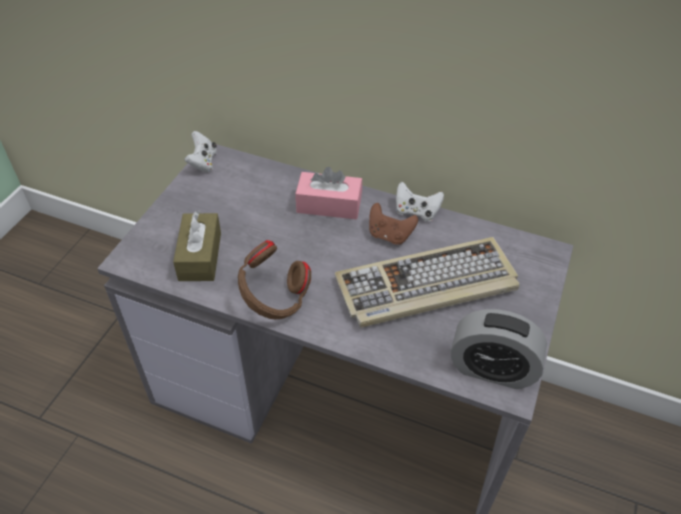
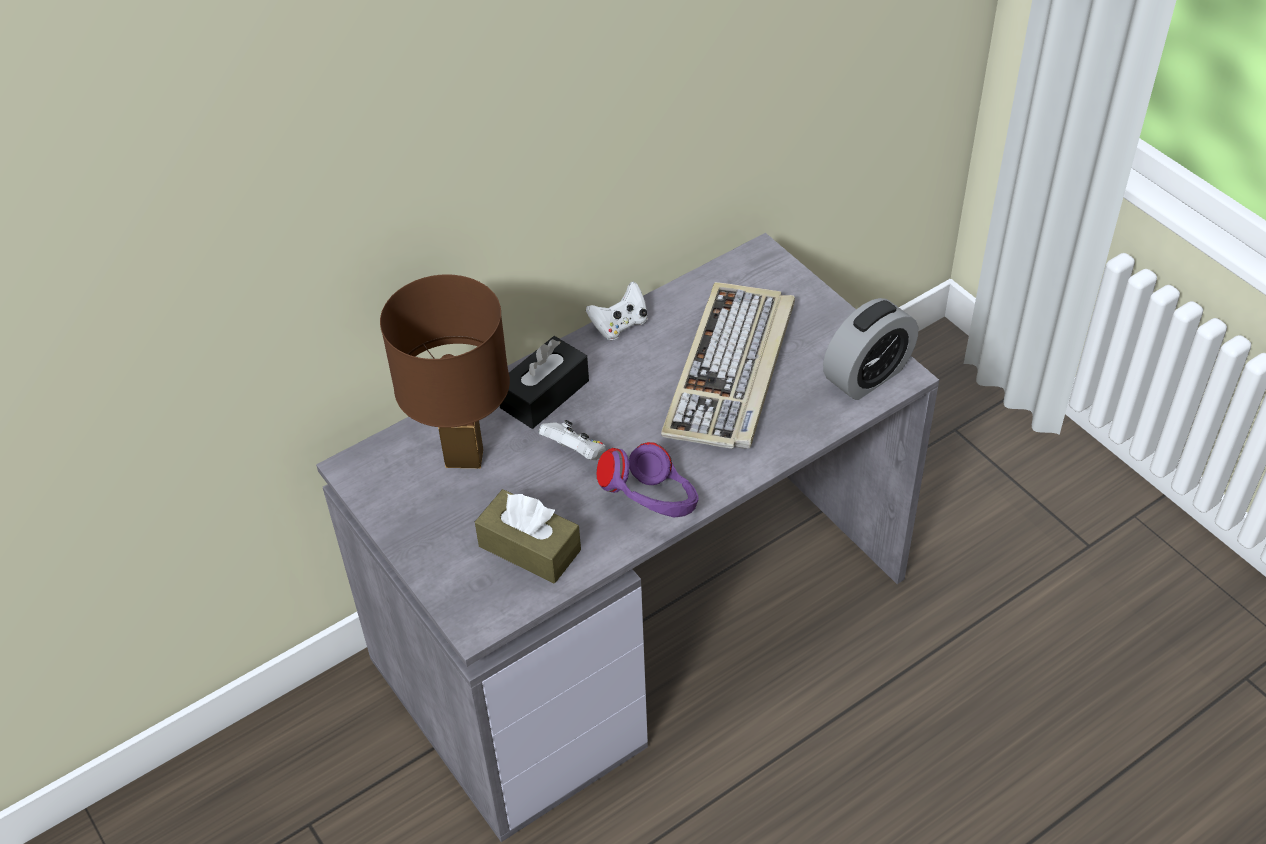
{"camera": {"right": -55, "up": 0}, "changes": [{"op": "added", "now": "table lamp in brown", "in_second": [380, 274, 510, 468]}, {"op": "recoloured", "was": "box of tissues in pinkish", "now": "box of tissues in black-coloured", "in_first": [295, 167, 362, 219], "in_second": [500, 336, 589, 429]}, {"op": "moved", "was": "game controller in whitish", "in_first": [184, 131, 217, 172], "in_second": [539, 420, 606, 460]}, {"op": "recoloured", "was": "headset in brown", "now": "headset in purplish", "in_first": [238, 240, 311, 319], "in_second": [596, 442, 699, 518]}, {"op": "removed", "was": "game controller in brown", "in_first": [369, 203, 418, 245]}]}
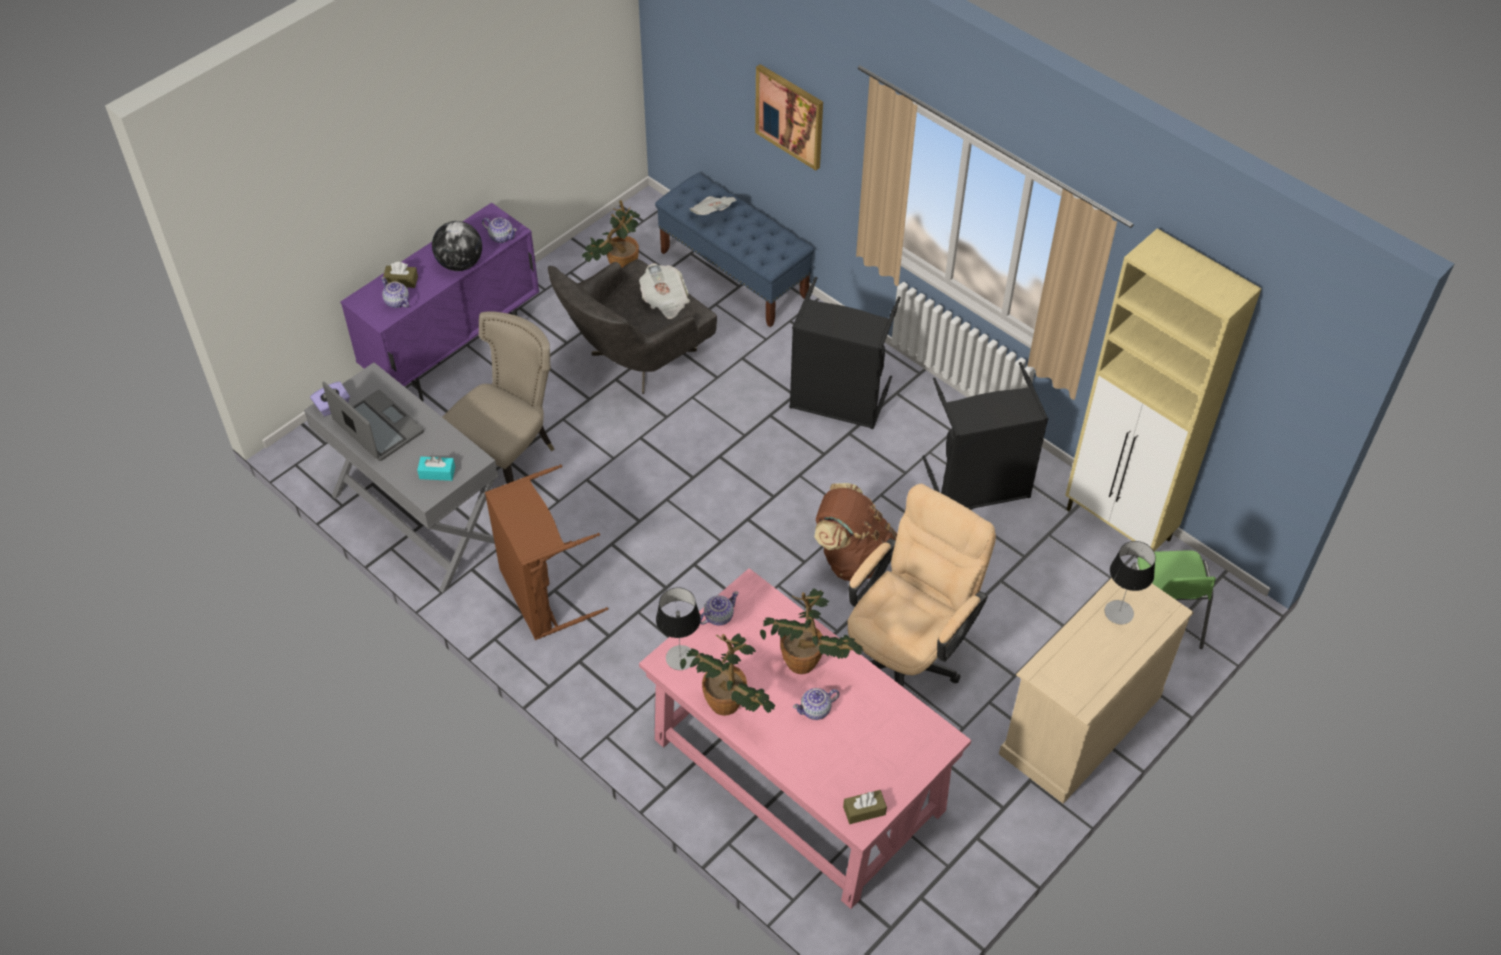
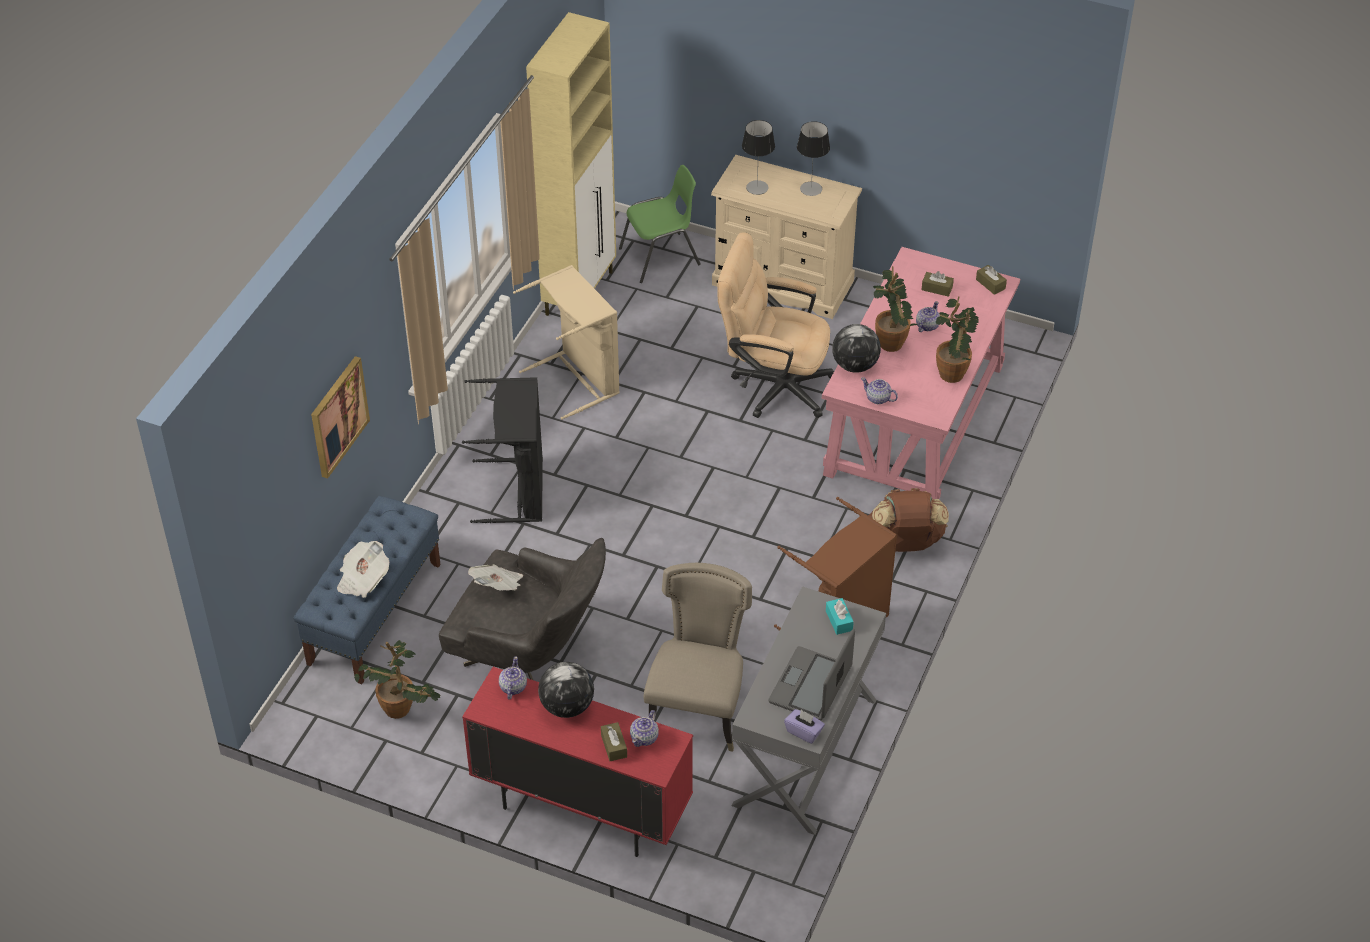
{"camera": {"right": -110, "up": -5}, "changes": [{"op": "recoloured", "was": "storage cabinet in purplish", "now": "storage cabinet in red", "in_first": [340, 202, 539, 401], "in_second": [462, 667, 693, 857]}, {"op": "recoloured", "was": "washing basket in black-coloured", "now": "washing basket in beige", "in_first": [922, 362, 1048, 509], "in_second": [513, 265, 620, 420]}, {"op": "turned", "was": "plain chair in beige", "in_first": [442, 311, 555, 484], "in_second": [643, 563, 752, 752], "clockwise": 90}, {"op": "moved", "was": "table lamp", "in_first": [656, 588, 701, 670], "in_second": [797, 121, 830, 196]}, {"op": "added", "now": "world globe", "in_second": [832, 324, 881, 373]}, {"op": "moved", "was": "knapsack in brown", "in_first": [814, 483, 897, 581], "in_second": [868, 488, 949, 552]}, {"op": "turned", "was": "tea pot", "in_first": [793, 688, 839, 720], "in_second": [916, 301, 940, 332], "clockwise": -105}, {"op": "added", "now": "box of tissues in brown", "in_second": [921, 271, 954, 297]}]}
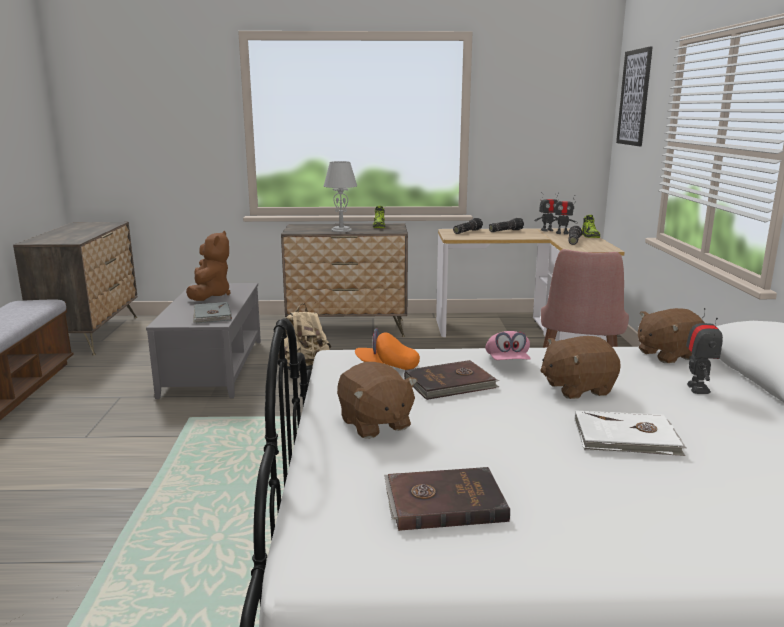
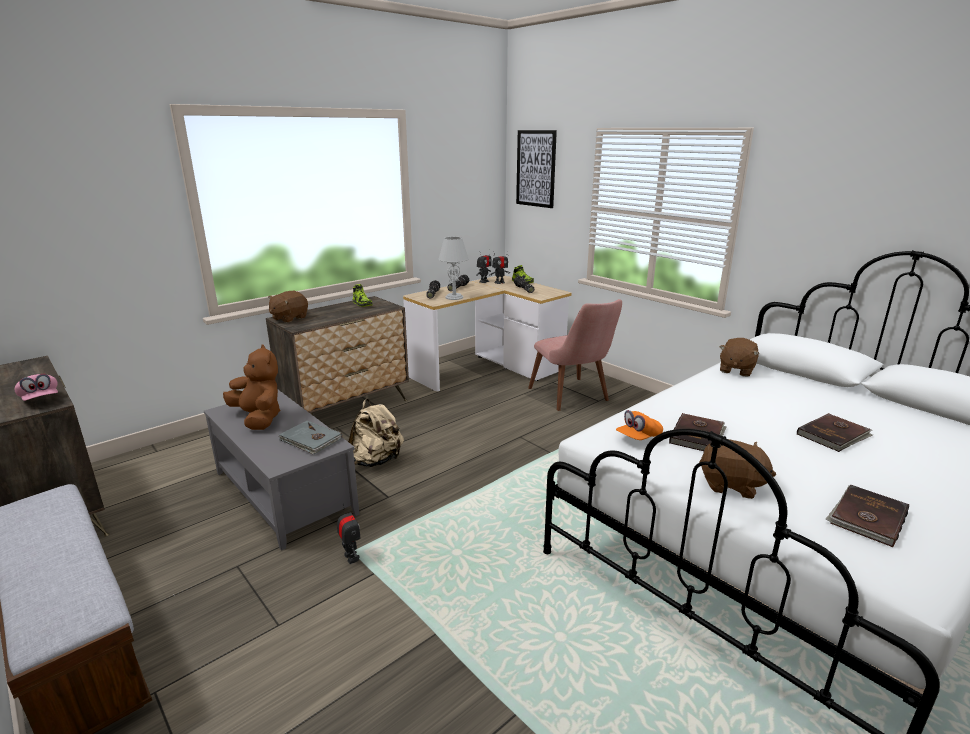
{"camera": {"right": -40, "up": 5}, "changes": [{"op": "moved", "was": "peaked cap in pinkish", "in_first": [485, 331, 531, 360], "in_second": [15, 374, 58, 401]}, {"op": "moved", "was": "cuddly toy in brown", "in_first": [540, 336, 621, 399], "in_second": [268, 291, 308, 323]}, {"op": "moved", "was": "model robot", "in_first": [686, 308, 723, 394], "in_second": [337, 504, 361, 564]}, {"op": "moved", "was": "table lamp in gray", "in_first": [324, 161, 357, 232], "in_second": [439, 237, 469, 300]}, {"op": "recoloured", "was": "bound book in whitish", "now": "bound book in brown", "in_first": [575, 411, 686, 456], "in_second": [797, 413, 873, 452]}]}
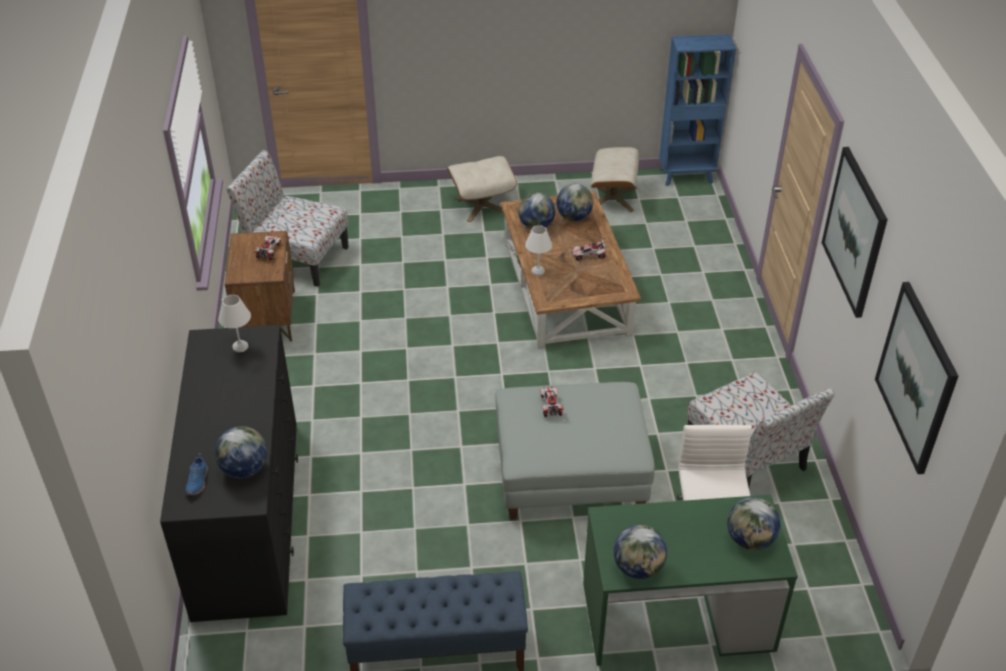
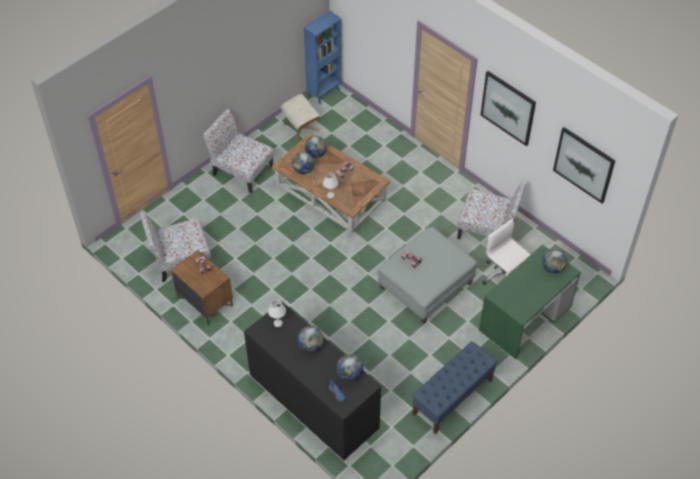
{"camera": {"right": -40, "up": 10}, "changes": [{"op": "replaced", "was": "footrest in beige", "now": "plain chair", "in_first": [447, 156, 517, 222], "in_second": [203, 108, 274, 193]}, {"op": "moved", "was": "world globe", "in_first": [613, 525, 667, 579], "in_second": [297, 326, 324, 353]}]}
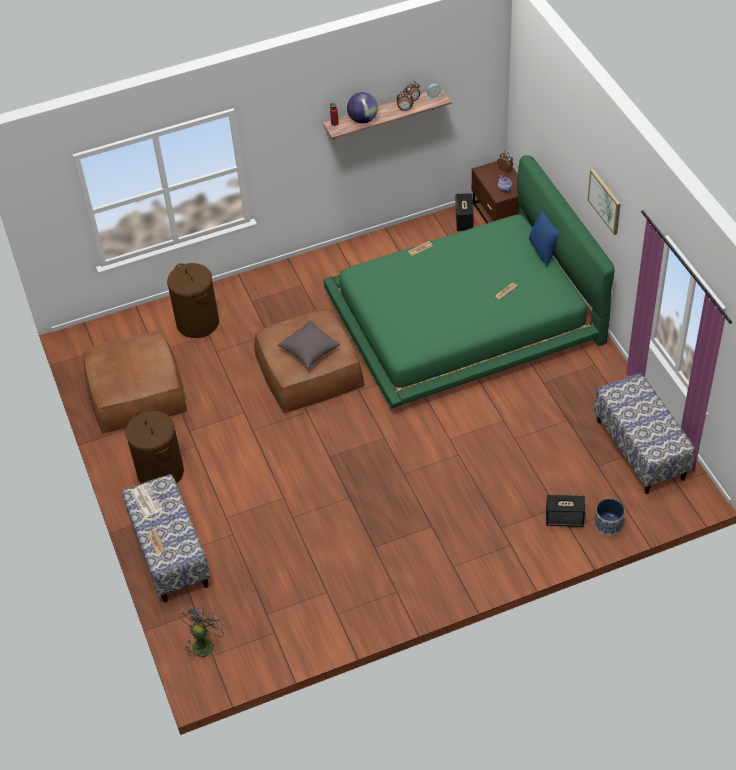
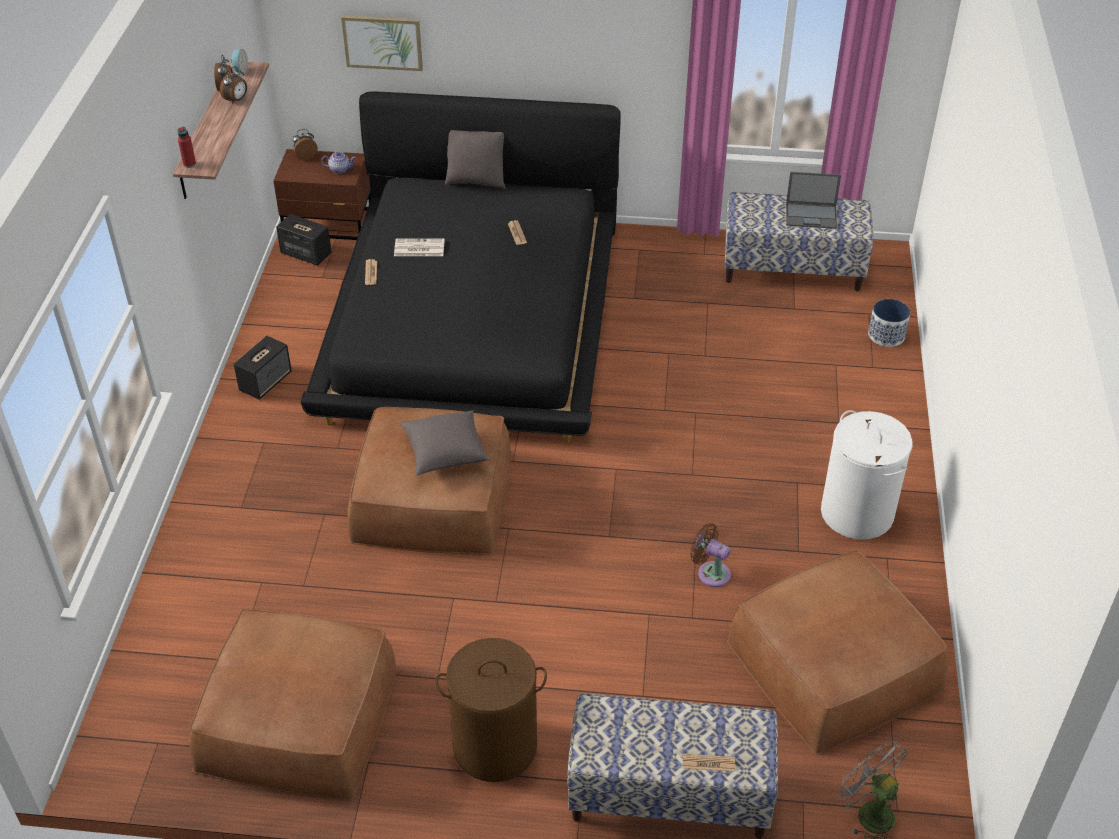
{"camera": {"right": -65, "up": -5}, "changes": [{"op": "moved", "was": "loudspeaker", "in_first": [546, 495, 585, 527], "in_second": [234, 336, 292, 400]}, {"op": "recoloured", "was": "sleeping bed in greenish", "now": "sleeping bed in black-coloured", "in_first": [323, 155, 614, 409], "in_second": [301, 91, 621, 443]}, {"op": "moved", "was": "picture", "in_first": [588, 169, 621, 235], "in_second": [341, 15, 423, 71]}, {"op": "moved", "was": "printed paper", "in_first": [131, 483, 163, 518], "in_second": [394, 239, 445, 256]}, {"op": "recoloured", "was": "throw pillow in blue-coloured", "now": "throw pillow in gray", "in_first": [529, 211, 559, 266], "in_second": [445, 130, 506, 189]}, {"op": "added", "now": "cooling fan in brown", "in_second": [690, 523, 731, 587]}, {"op": "added", "now": "footrest in brown", "in_second": [727, 550, 948, 755]}, {"op": "added", "now": "portable computer", "in_second": [786, 172, 841, 229]}, {"op": "added", "now": "washing basket in whitish", "in_second": [821, 410, 913, 540]}, {"op": "removed", "was": "washing basket in brown", "in_first": [167, 263, 219, 338]}, {"op": "removed", "was": "world globe", "in_first": [347, 92, 378, 124]}]}
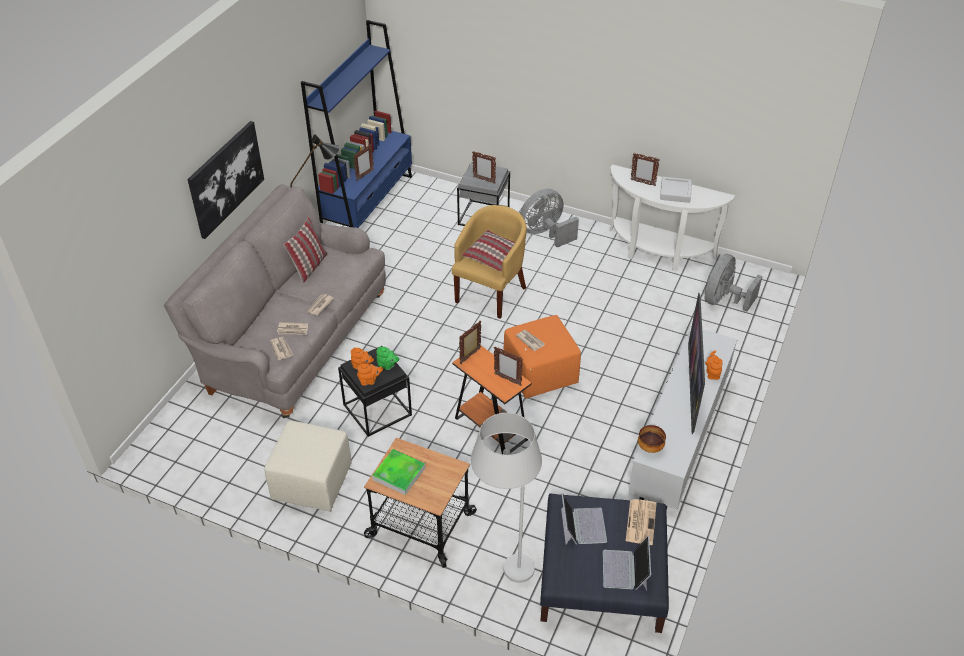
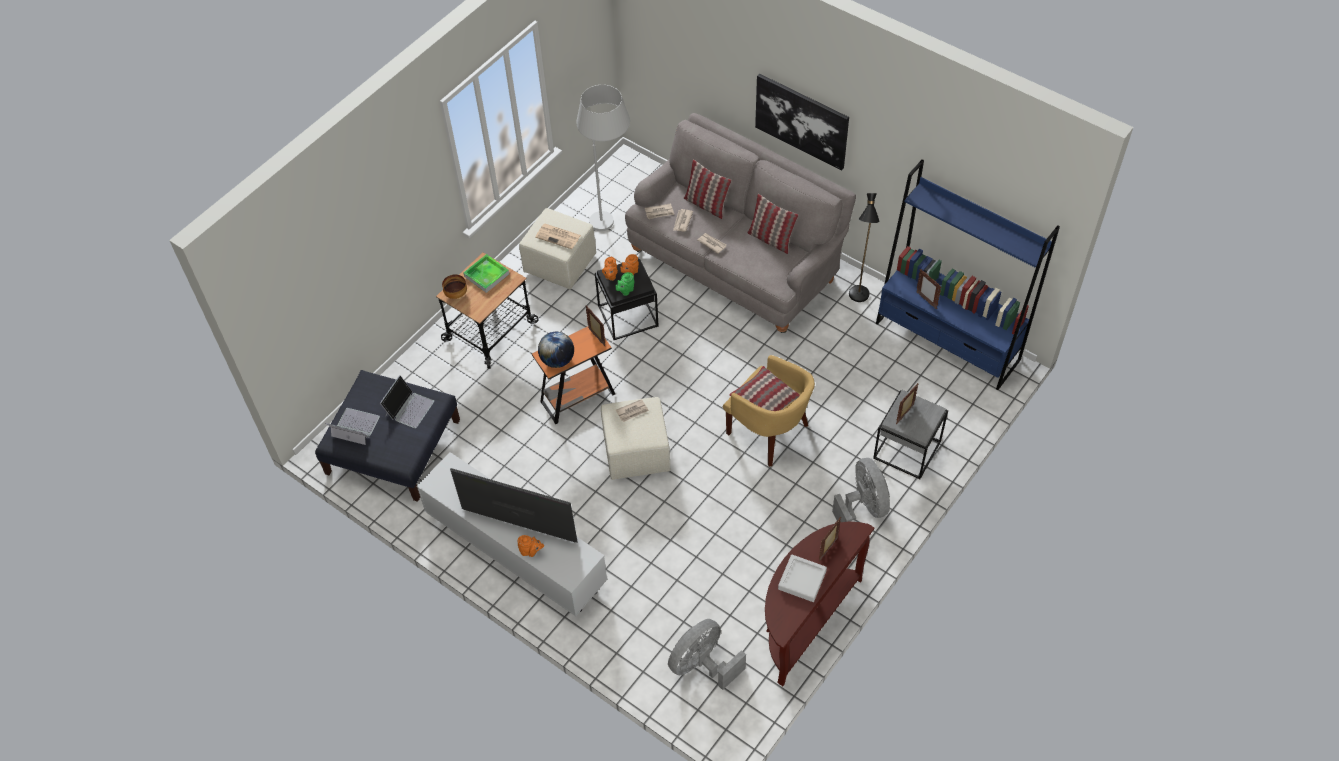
{"camera": {"right": 105, "up": 10}, "changes": [{"op": "turned", "was": "portable computer", "in_first": [561, 493, 607, 545], "in_second": [380, 375, 434, 428], "clockwise": -75}, {"op": "moved", "was": "bowl", "in_first": [638, 425, 666, 453], "in_second": [442, 274, 467, 299]}, {"op": "moved", "was": "printed paper", "in_first": [626, 499, 657, 545], "in_second": [535, 224, 581, 249]}, {"op": "replaced", "was": "picture frame", "now": "world globe", "in_first": [494, 347, 523, 386], "in_second": [538, 332, 574, 368]}, {"op": "moved", "was": "standard lamp in whitish", "in_first": [471, 413, 542, 583], "in_second": [576, 85, 630, 231]}, {"op": "recoloured", "was": "footrest in orange", "now": "footrest in beige", "in_first": [503, 315, 581, 399], "in_second": [601, 397, 670, 480]}, {"op": "turned", "was": "cooling fan in gray", "in_first": [705, 254, 763, 311], "in_second": [668, 619, 746, 690], "clockwise": -90}, {"op": "added", "now": "throw pillow", "in_second": [684, 159, 731, 219]}, {"op": "recoloured", "was": "hall table in whitish", "now": "hall table in brown", "in_first": [609, 164, 735, 271], "in_second": [765, 522, 874, 686]}]}
